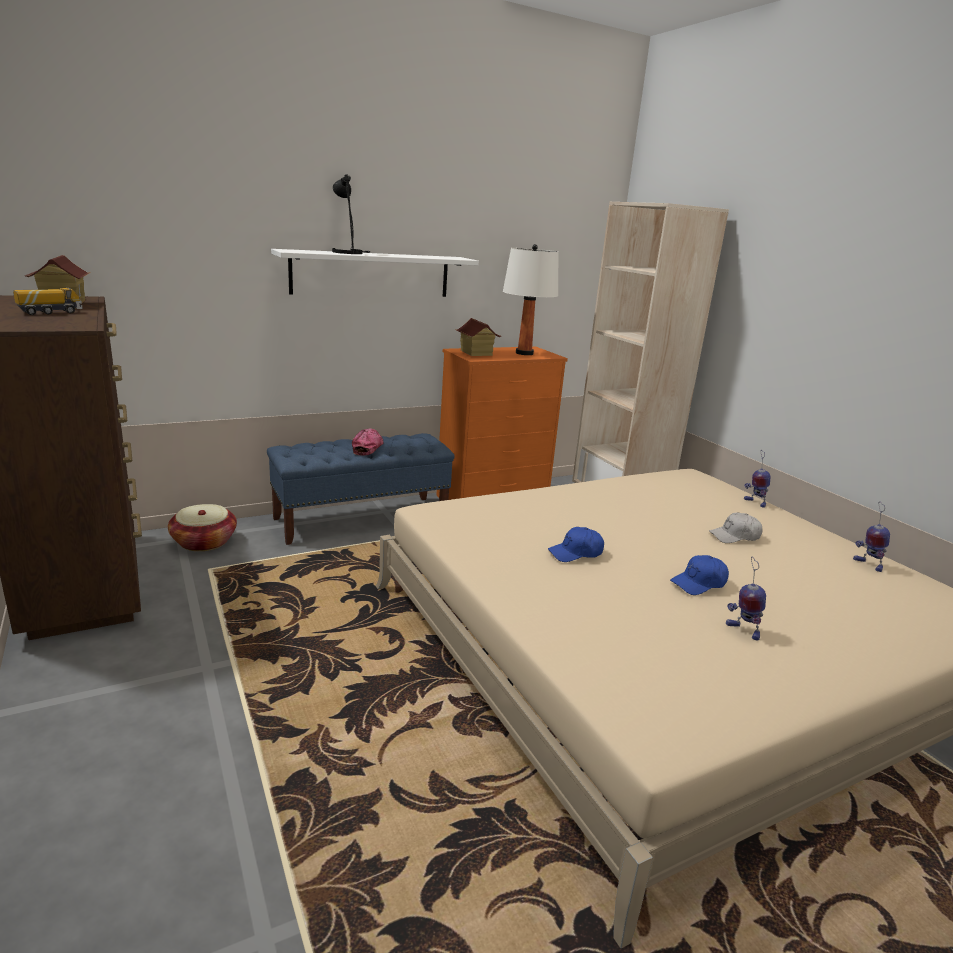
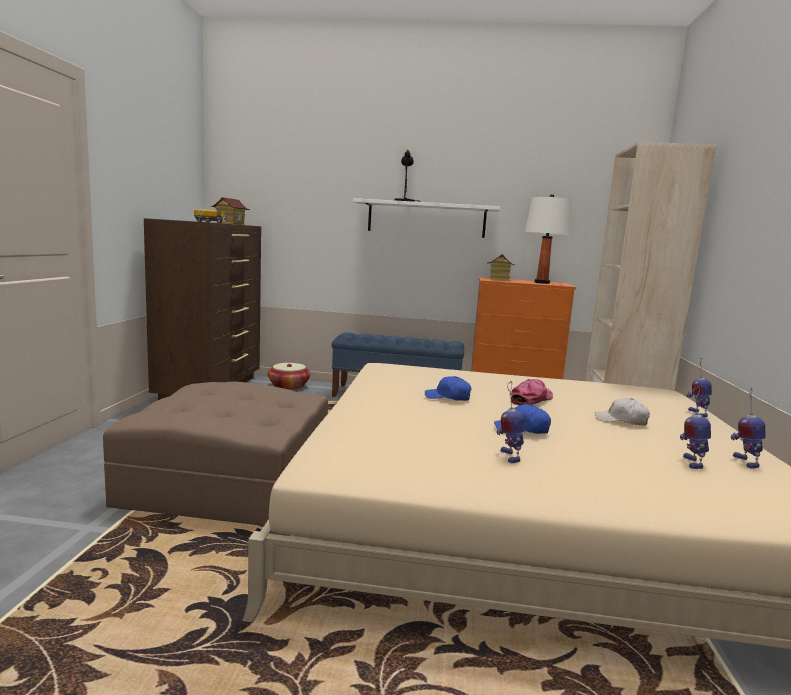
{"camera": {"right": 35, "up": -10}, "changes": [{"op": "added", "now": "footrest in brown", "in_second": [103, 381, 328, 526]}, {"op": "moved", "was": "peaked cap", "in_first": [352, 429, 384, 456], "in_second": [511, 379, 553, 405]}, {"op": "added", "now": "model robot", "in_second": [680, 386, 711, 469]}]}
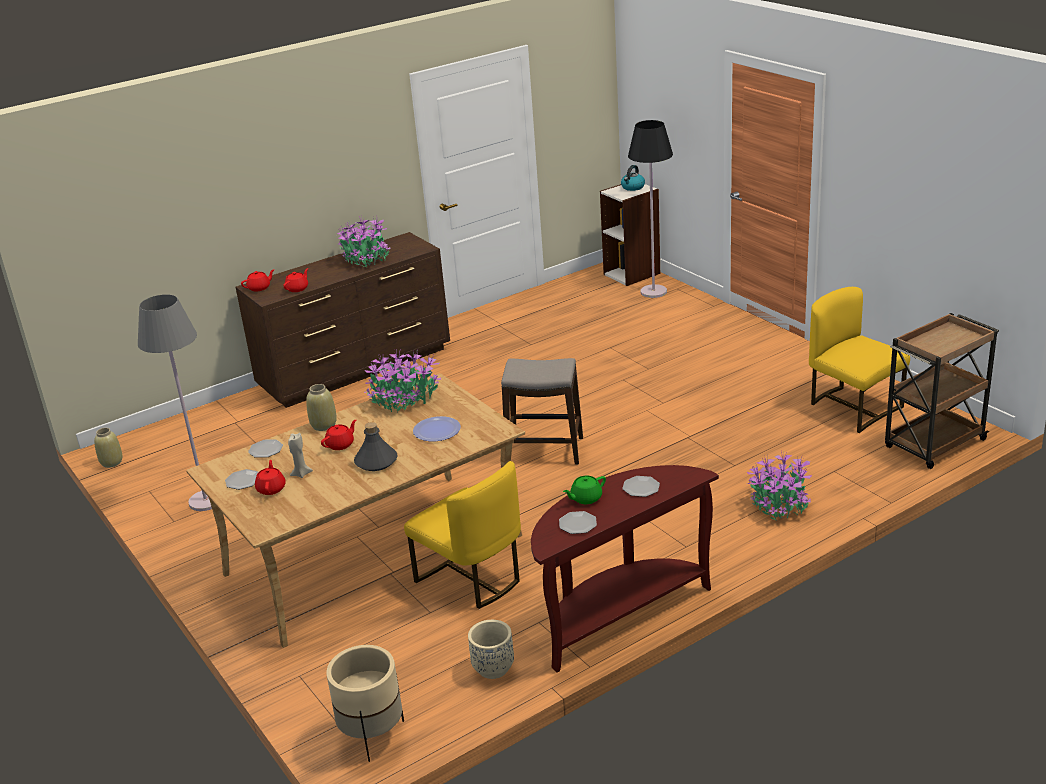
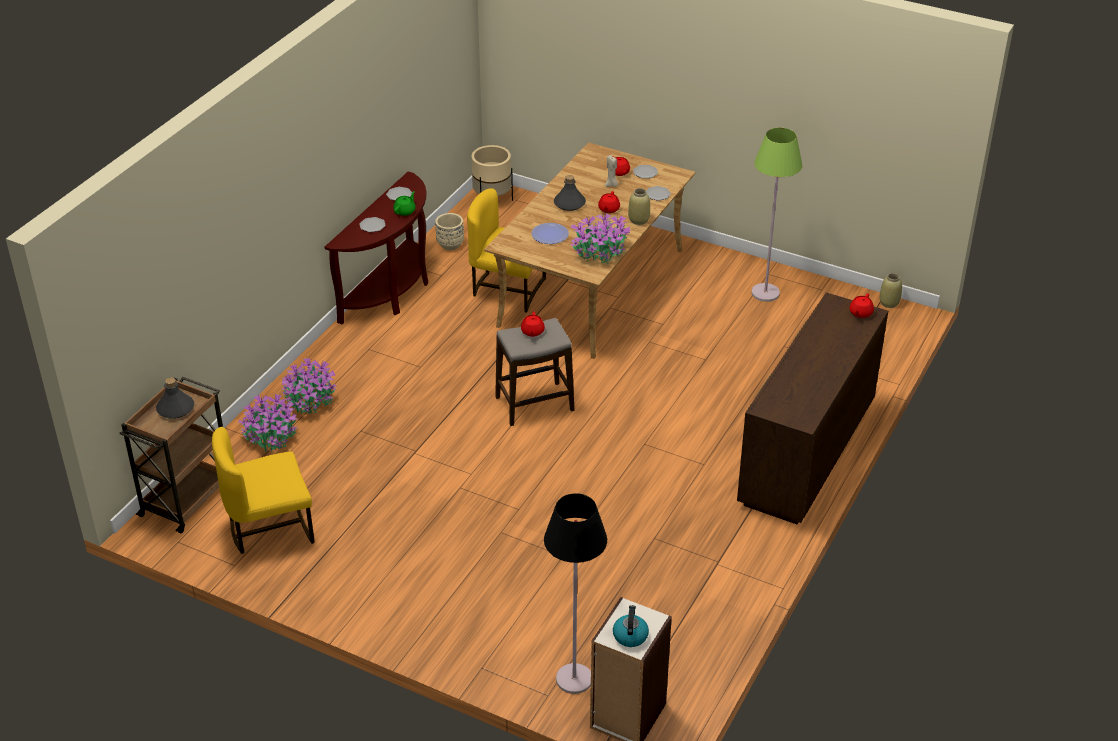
{"camera": {"right": 150, "up": 10}, "changes": [{"op": "added", "now": "bottle in gray", "in_second": [156, 377, 194, 419]}, {"op": "turned", "was": "plain chair in yellowish", "in_first": [809, 287, 910, 433], "in_second": [212, 427, 315, 554], "clockwise": 135}, {"op": "moved", "was": "plant in a pot", "in_first": [337, 216, 391, 268], "in_second": [238, 394, 298, 451]}, {"op": "moved", "was": "tea pot in red", "in_first": [283, 268, 308, 292], "in_second": [521, 312, 545, 337]}, {"op": "recoloured", "was": "standard lamp in gray", "now": "standard lamp in greenish", "in_first": [138, 294, 212, 511], "in_second": [751, 127, 802, 302]}]}
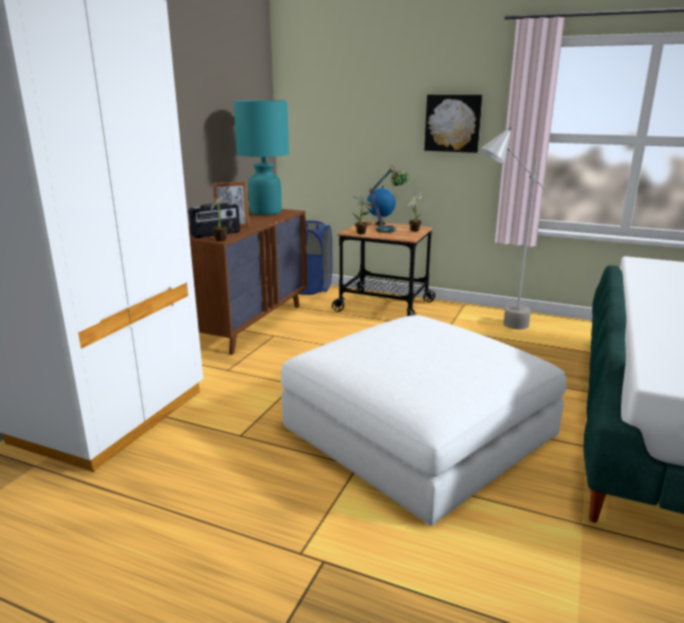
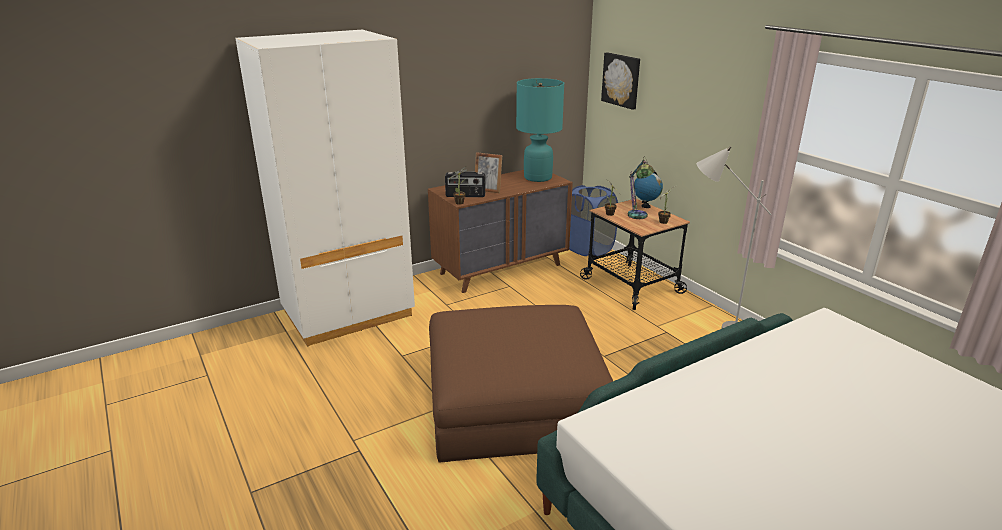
{"camera": {"right": 35, "up": 5}, "changes": [{"op": "recoloured", "was": "footrest in whitish", "now": "footrest in brown", "in_first": [281, 315, 567, 526], "in_second": [429, 305, 613, 463]}, {"op": "moved", "was": "picture", "in_first": [424, 95, 482, 153], "in_second": [601, 52, 640, 110]}]}
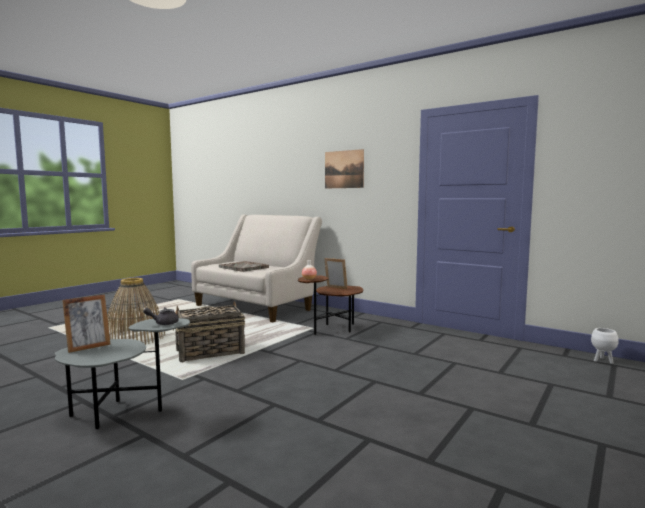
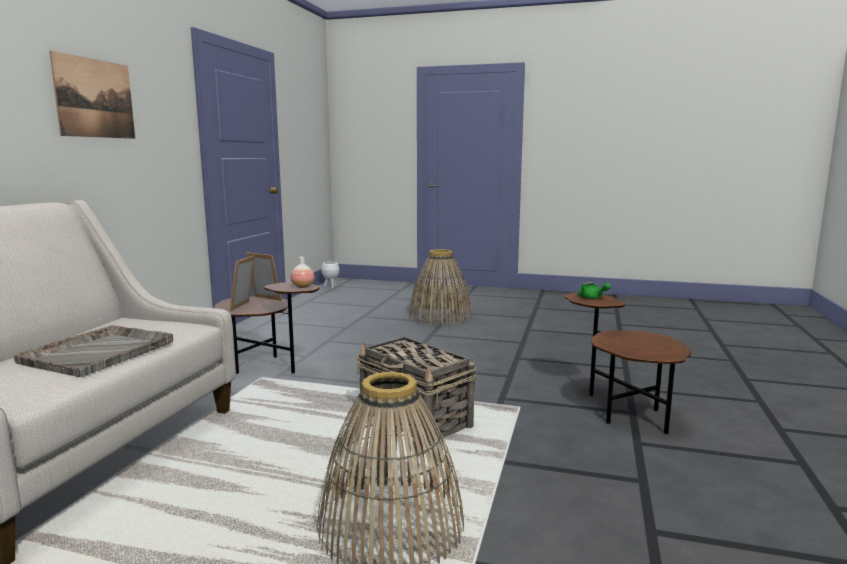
{"camera": {"right": -110, "up": 5}, "changes": [{"op": "moved", "was": "picture frame", "in_first": [62, 295, 110, 353], "in_second": [246, 252, 282, 301]}, {"op": "added", "now": "storage basket", "in_second": [409, 249, 472, 326]}, {"op": "recoloured", "was": "end table in gray", "now": "end table in brown", "in_first": [55, 318, 190, 429], "in_second": [564, 293, 691, 434]}, {"op": "recoloured", "was": "tea pot in gray", "now": "tea pot in greenish", "in_first": [143, 307, 179, 325], "in_second": [578, 282, 611, 299]}]}
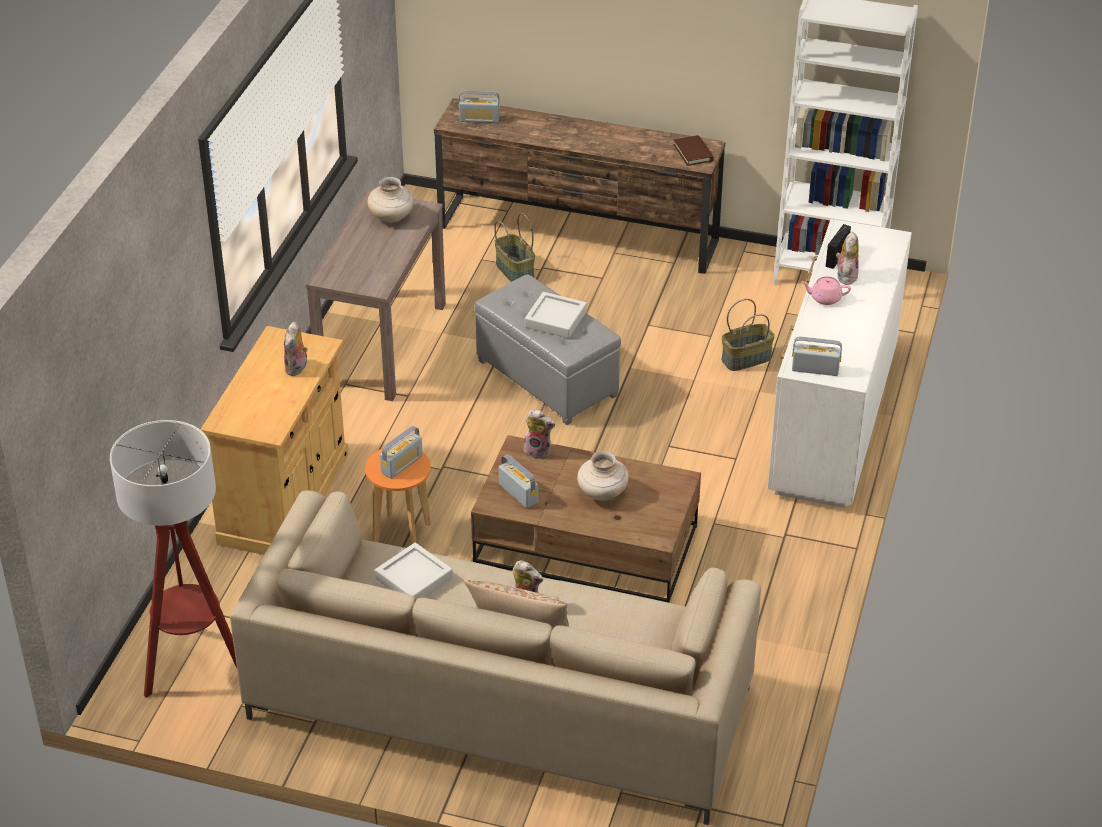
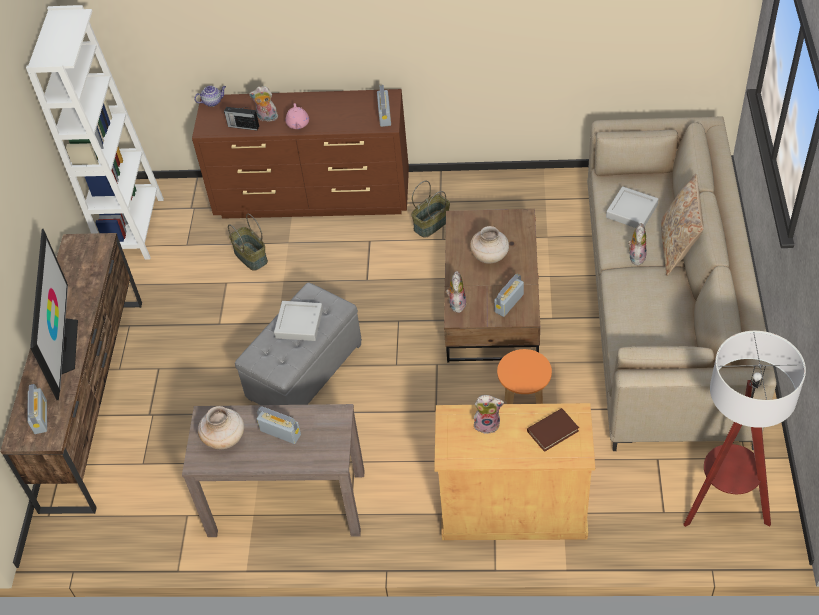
{"camera": {"right": -100, "up": 10}, "changes": [{"op": "added", "now": "television", "in_second": [30, 229, 78, 400]}, {"op": "recoloured", "was": "chest of drawers in whitish", "now": "chest of drawers in brown", "in_first": [768, 219, 912, 508], "in_second": [192, 89, 409, 219]}, {"op": "added", "now": "tea pot", "in_second": [194, 86, 226, 107]}, {"op": "moved", "was": "radio receiver", "in_first": [380, 426, 423, 479], "in_second": [257, 406, 301, 444]}, {"op": "moved", "was": "storage basket", "in_first": [494, 213, 535, 282], "in_second": [411, 181, 450, 238]}, {"op": "moved", "was": "bound book in brown", "in_first": [673, 135, 714, 166], "in_second": [527, 408, 579, 452]}, {"op": "moved", "was": "carrying tray in gray", "in_first": [375, 543, 453, 600], "in_second": [606, 186, 658, 228]}]}
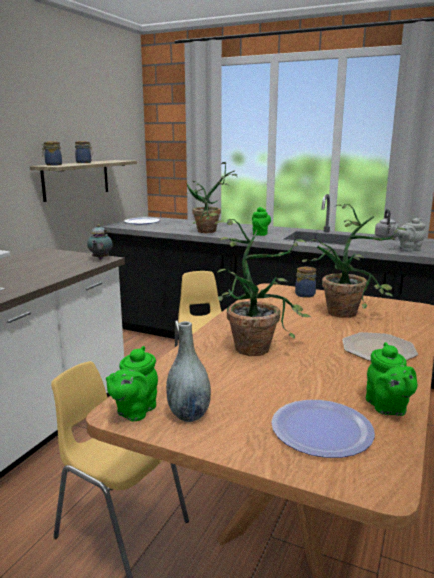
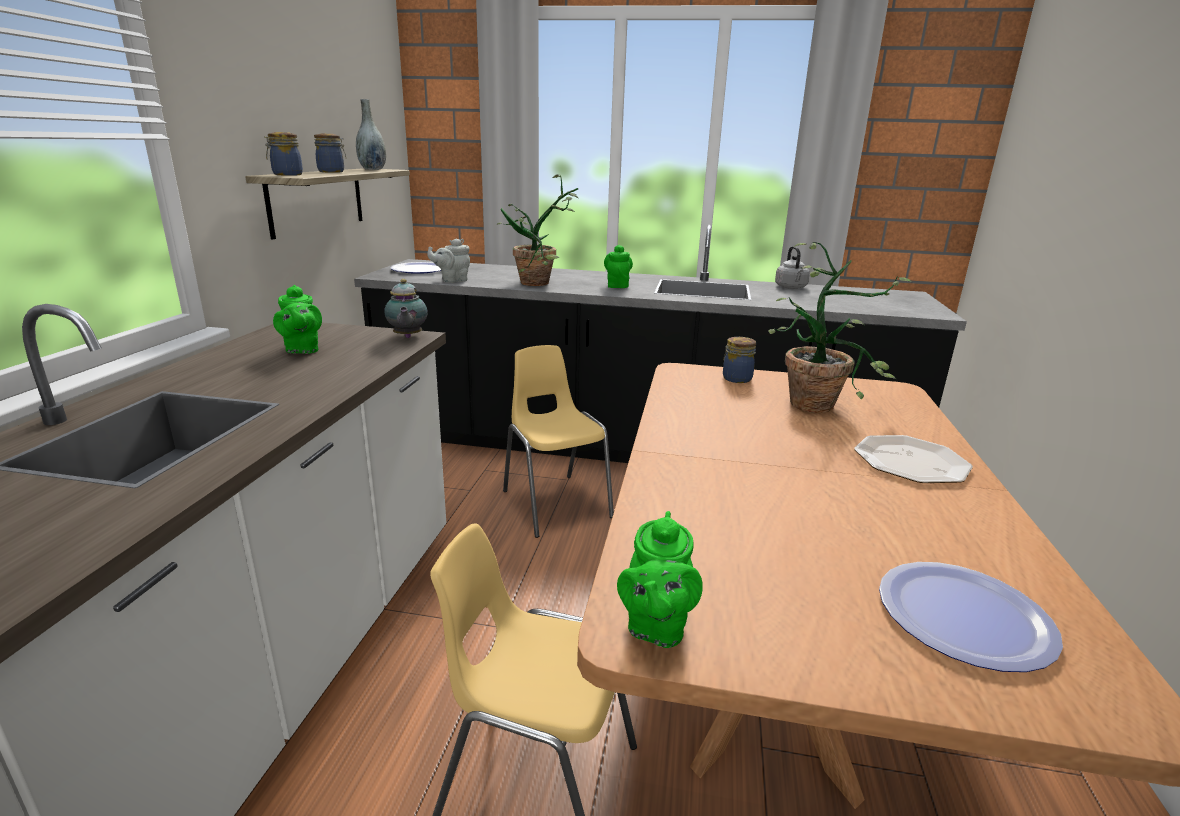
{"camera": {"right": -15, "up": 5}, "changes": [{"op": "moved", "was": "tea pot in greenish", "in_first": [366, 342, 418, 416], "in_second": [273, 285, 322, 354]}, {"op": "moved", "was": "vase in gray", "in_first": [166, 321, 211, 422], "in_second": [356, 99, 386, 170]}, {"op": "moved", "was": "tea pot in gray", "in_first": [395, 218, 426, 252], "in_second": [427, 238, 470, 283]}, {"op": "removed", "was": "plant in a pot", "in_first": [214, 219, 311, 356]}]}
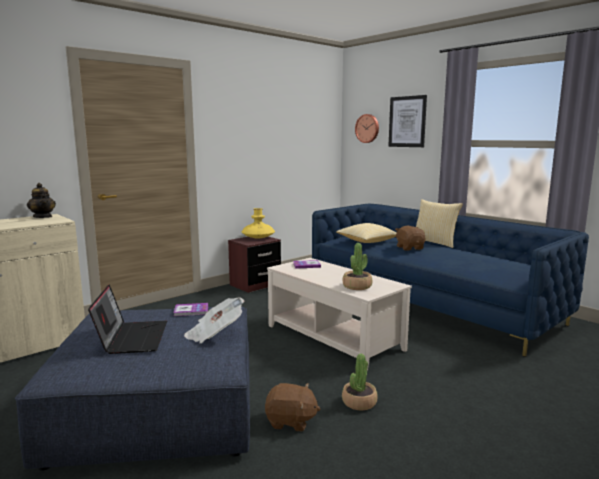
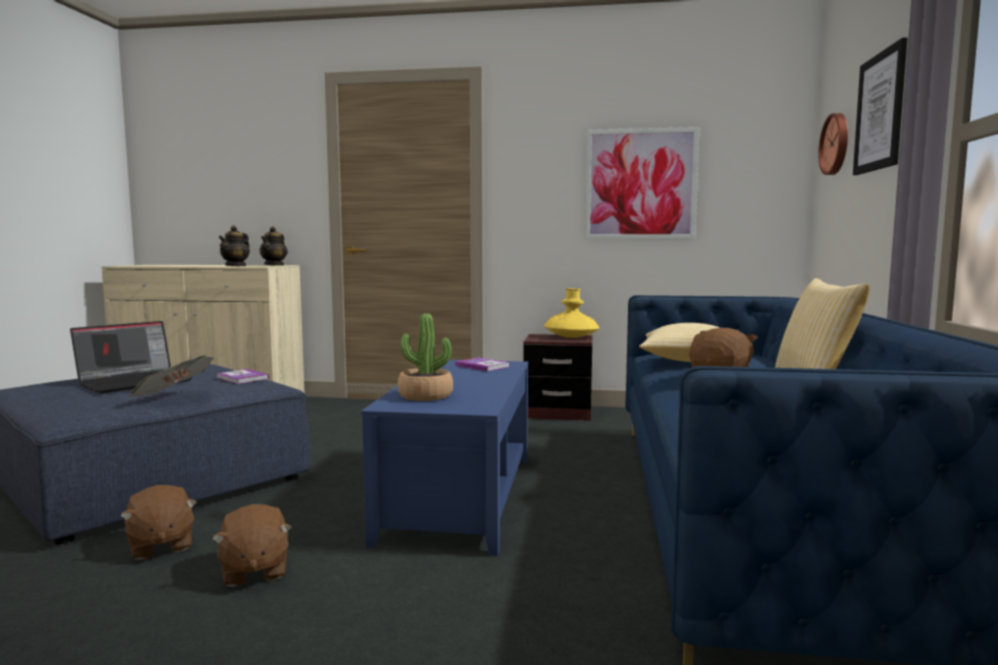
{"camera": {"right": 50, "up": -5}, "changes": [{"op": "replaced", "was": "plant in a pot", "now": "cuddly toy in brown", "in_first": [342, 354, 378, 410], "in_second": [212, 504, 292, 587]}, {"op": "added", "now": "tea pot", "in_second": [219, 226, 250, 266]}, {"op": "recoloured", "was": "lounge table in beige", "now": "lounge table in blue-coloured", "in_first": [267, 258, 412, 371], "in_second": [361, 360, 528, 556]}, {"op": "added", "now": "picture", "in_second": [585, 127, 699, 239]}]}
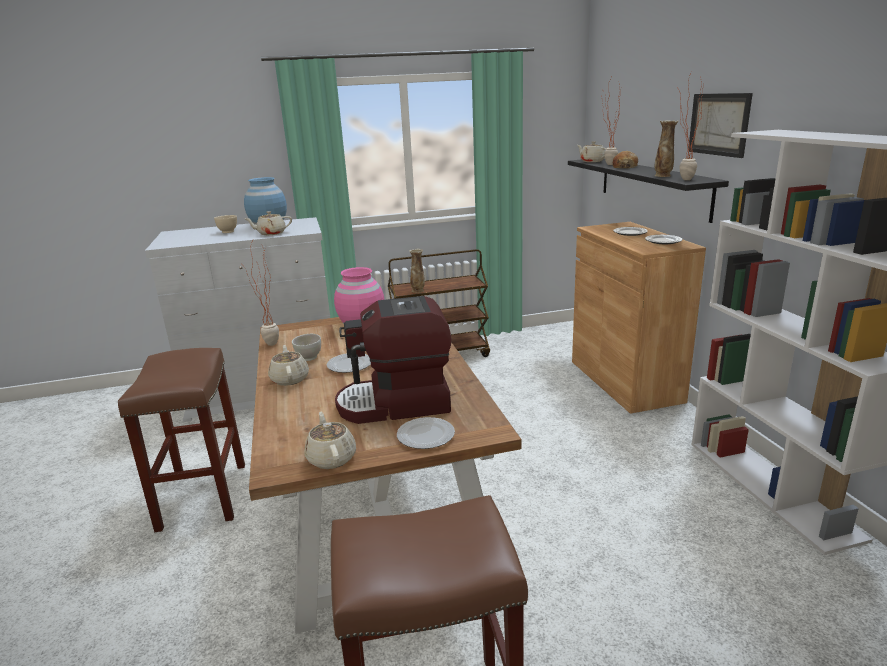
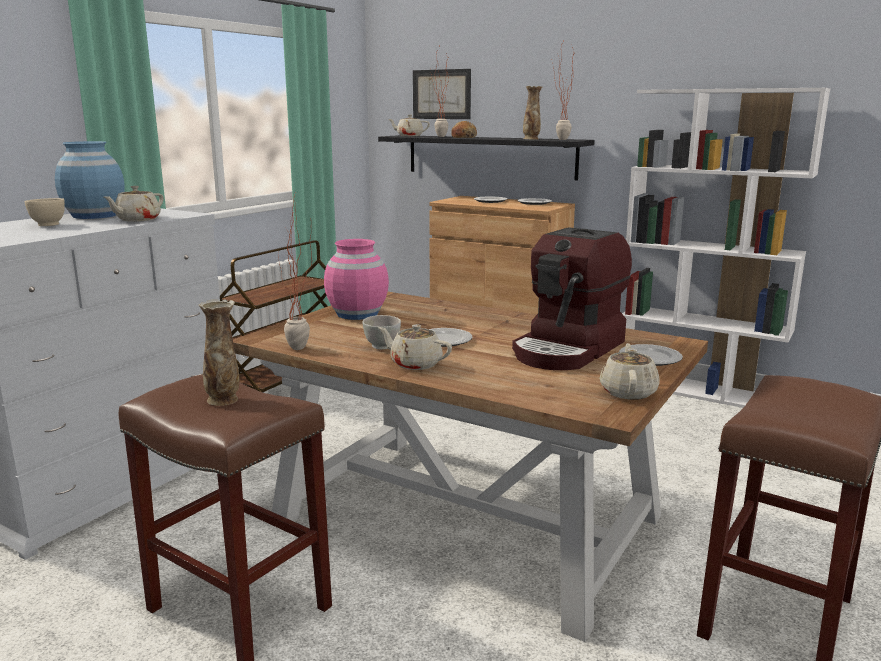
{"camera": {"right": -45, "up": -5}, "changes": [{"op": "moved", "was": "vase", "in_first": [409, 249, 425, 293], "in_second": [199, 299, 239, 406]}, {"op": "moved", "was": "picture", "in_first": [688, 93, 753, 158], "in_second": [413, 69, 471, 119]}, {"op": "turned", "was": "tea pot in beige", "in_first": [304, 411, 356, 469], "in_second": [599, 343, 660, 400], "clockwise": 75}]}
